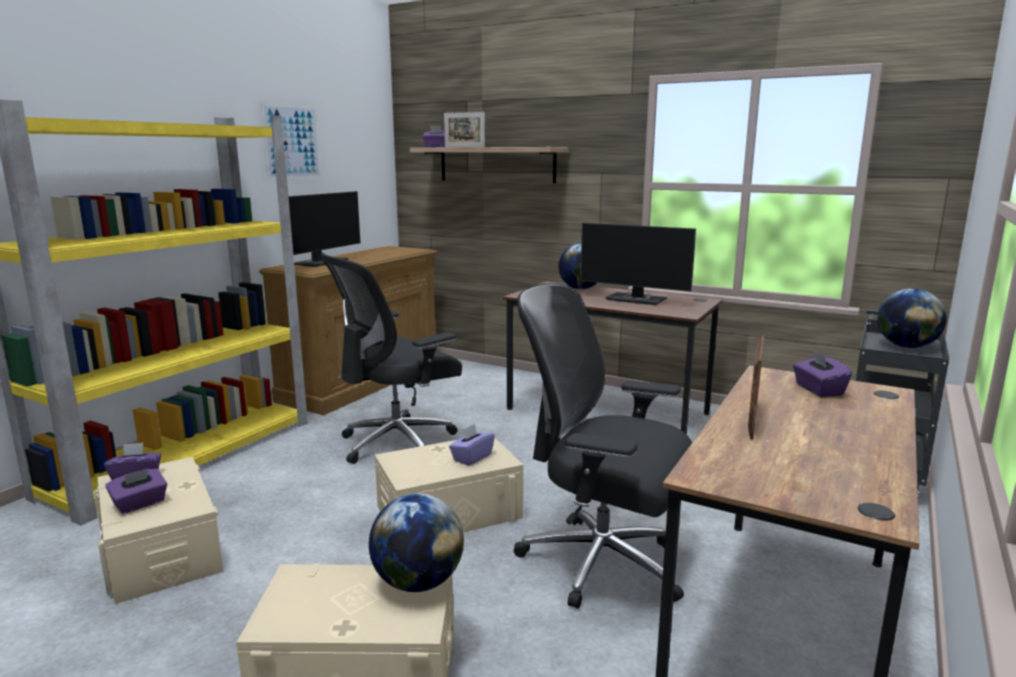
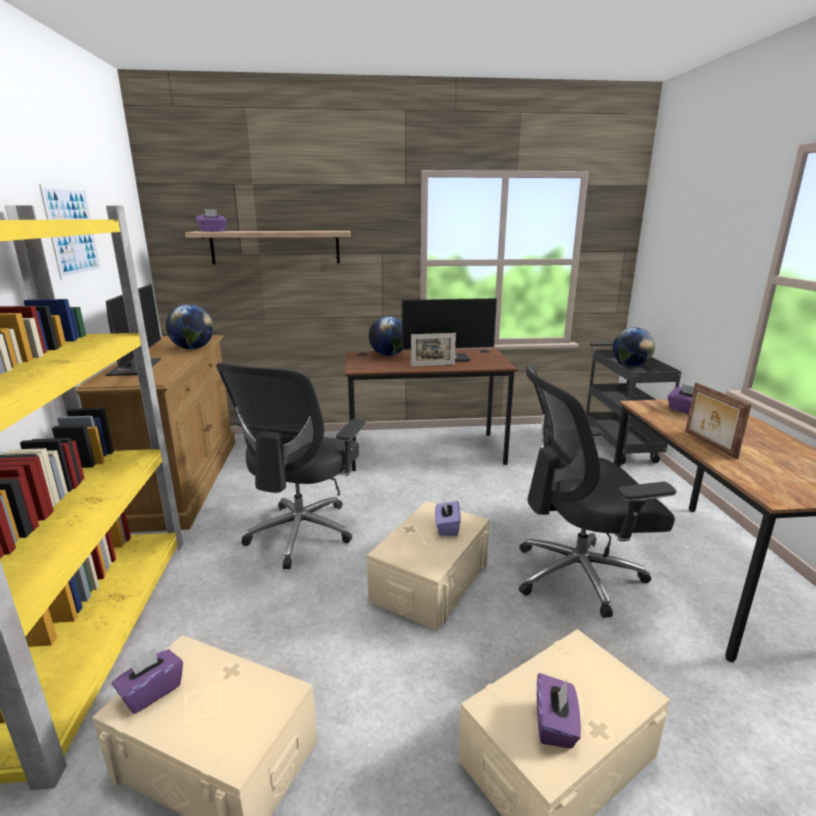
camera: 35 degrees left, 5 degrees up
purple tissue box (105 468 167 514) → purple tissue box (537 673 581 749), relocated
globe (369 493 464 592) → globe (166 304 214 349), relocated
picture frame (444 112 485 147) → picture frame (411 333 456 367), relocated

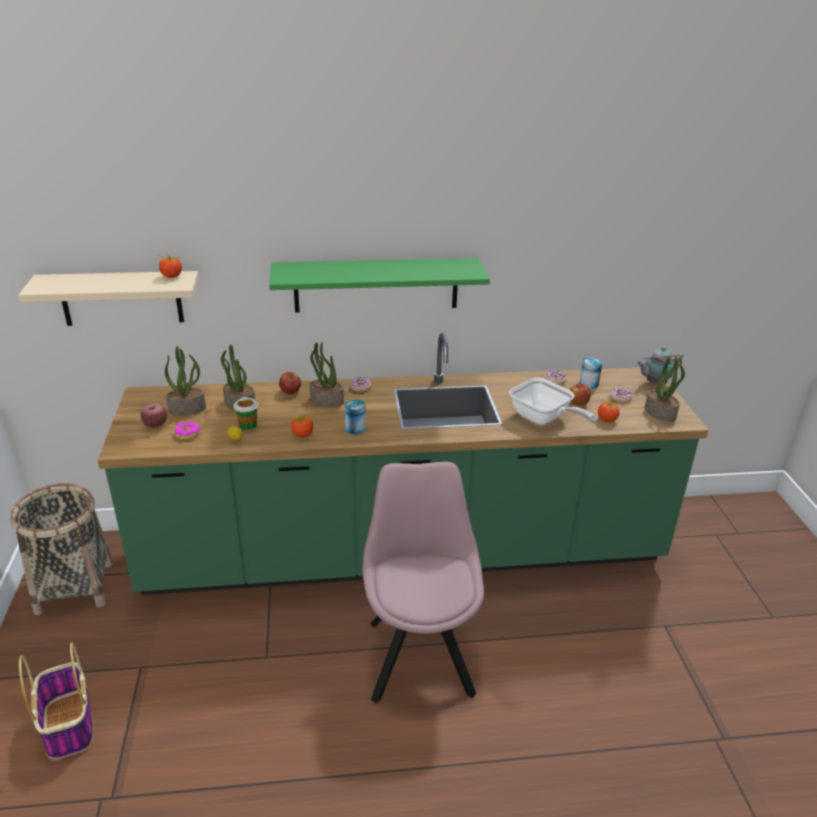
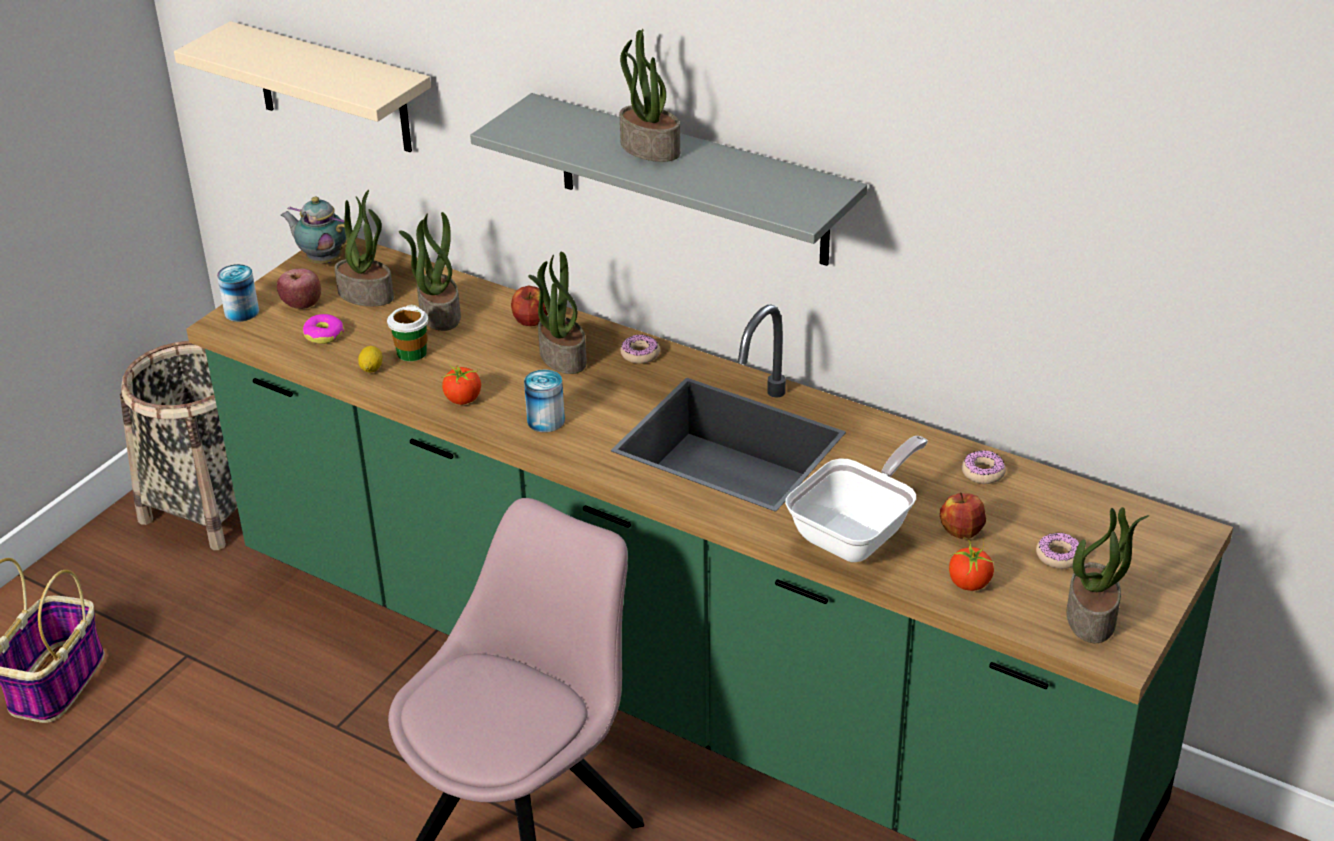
camera: 40 degrees right, 5 degrees up
tomato (159 256 182 278) → -
- → potted plant (619 29 680 162)
can (580 357 602 389) → can (217 264 259 322), relocated
teapot (637 347 682 385) → teapot (281 197 353 263), relocated
green shelf (269 258 490 313) → grey shelf (470 93 867 266)
frying pan (509 378 598 425) → frying pan (785 436 928 562), 135 degrees counterclockwise

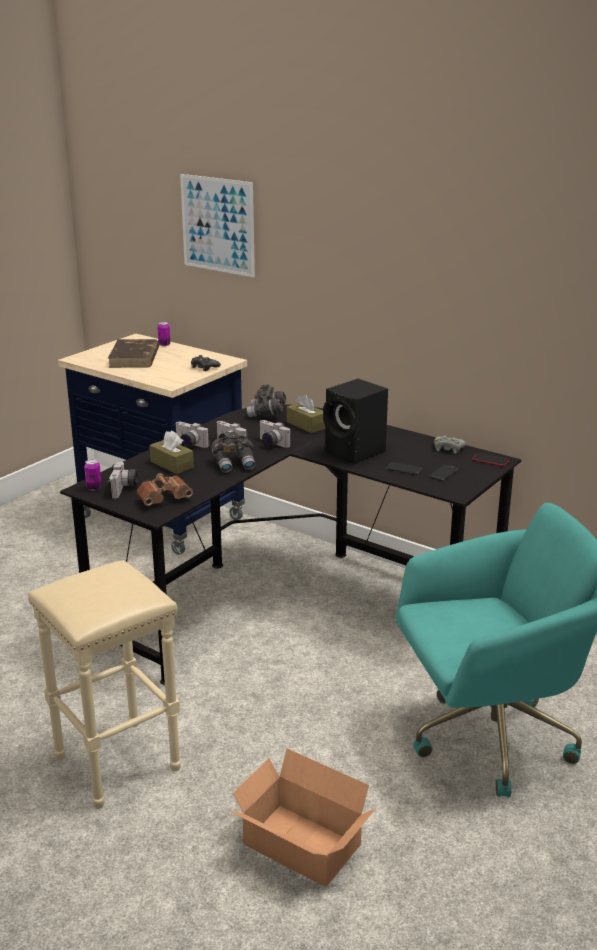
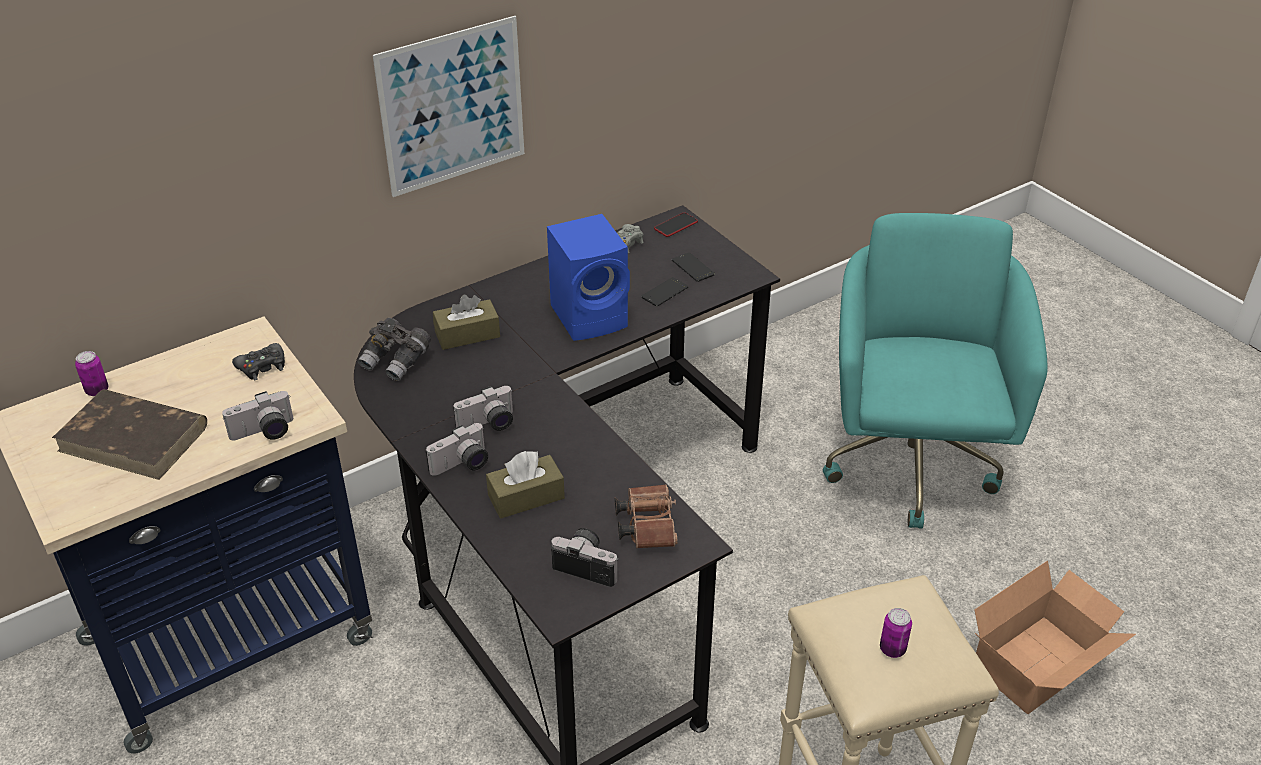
camera: 70 degrees left, 15 degrees up
grey binoculars (211 432 256 473) → -
can (84 459 102 491) → can (880 608 912 658), relocated
picture (180 174 255 277) → picture (373 16 524 197), relocated
photo camera (260 420 291 448) → photo camera (222 391 293 441), relocated
black speaker (323 379 388 464) → blue speaker (547 214 630 341)

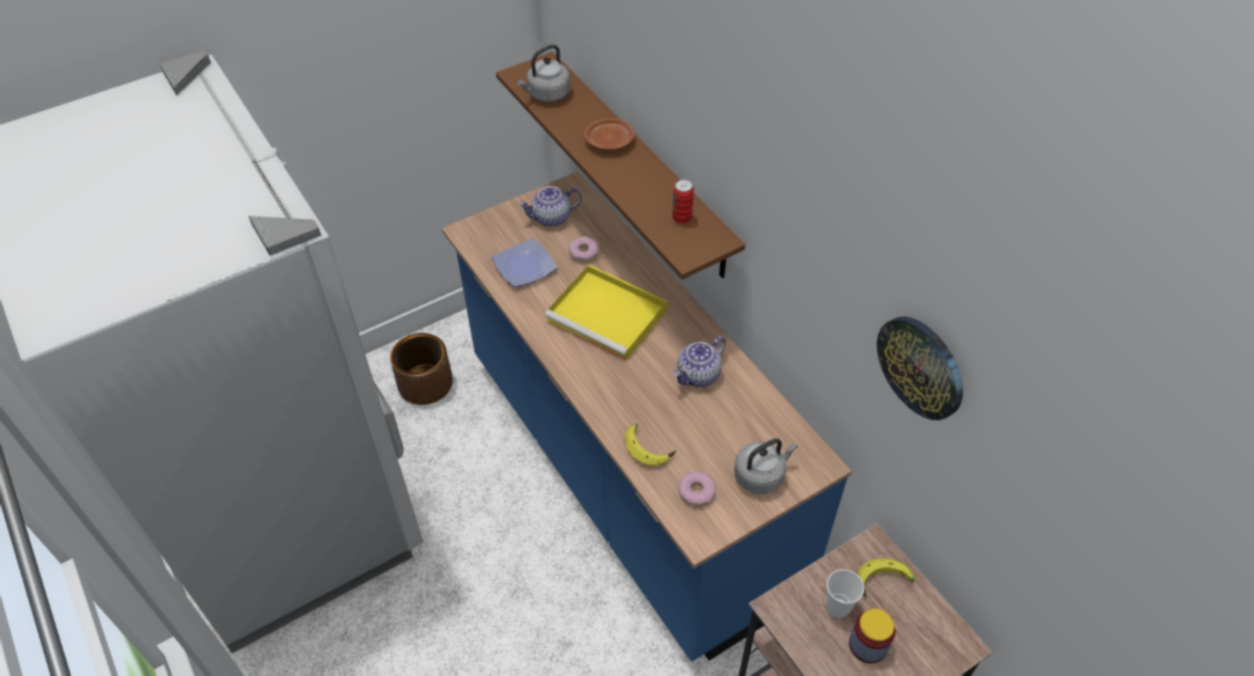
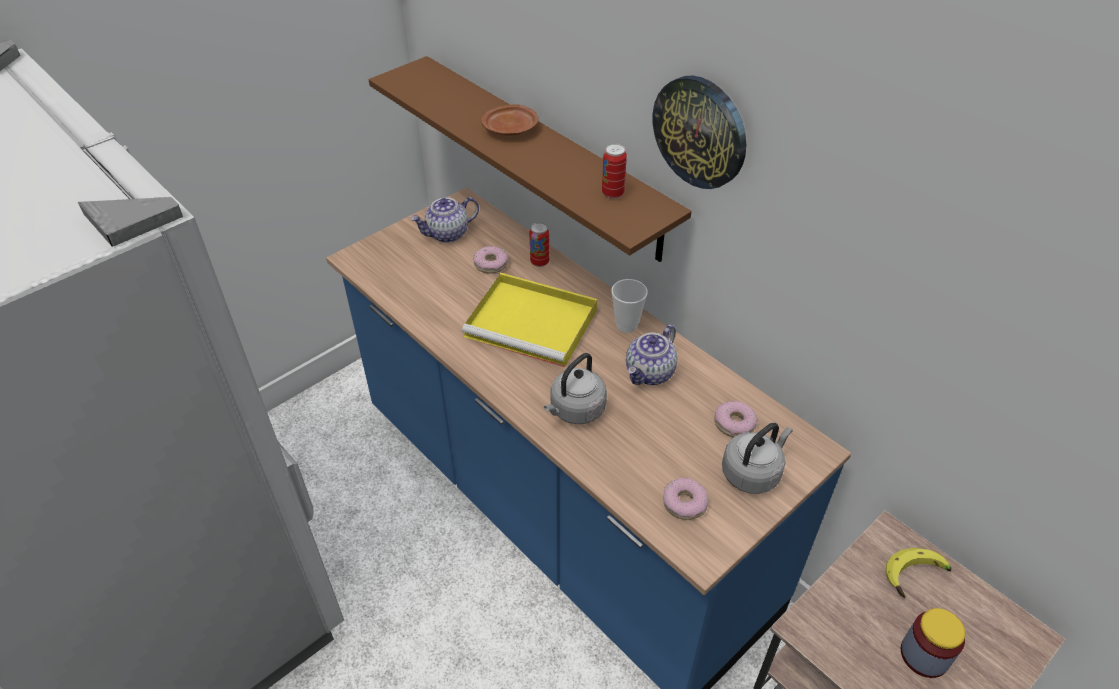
camera: 10 degrees left, 5 degrees down
brown planter (390 333 453 405) → -
plate (491 238 558 287) → -
banana (624 424 676 466) → -
- → can (529 222 549 267)
- → donut (714 401 758 437)
grey kettle (517 44 571 102) → grey kettle (544 353 607 424), relocated
cup (827 569 864 618) → cup (611 279 648 333), relocated
wall clock (877 316 963 420) → wall clock (653 75 746 189), relocated

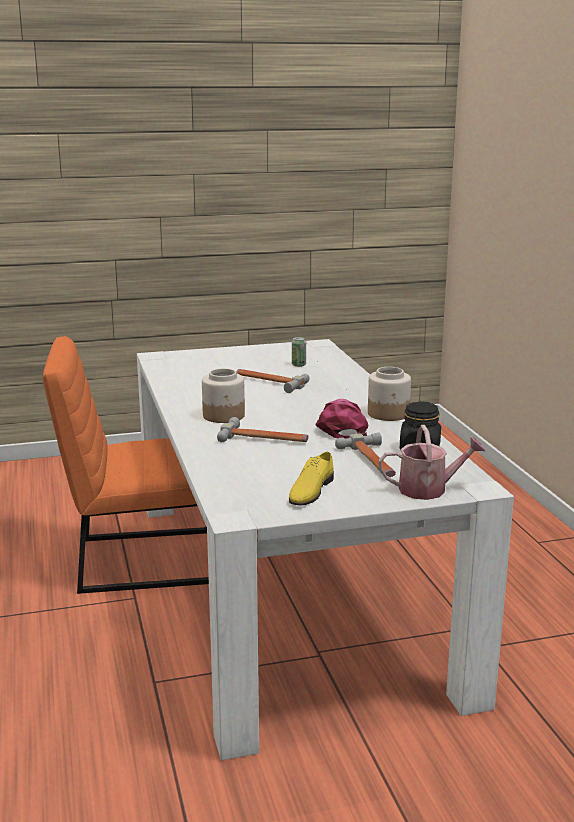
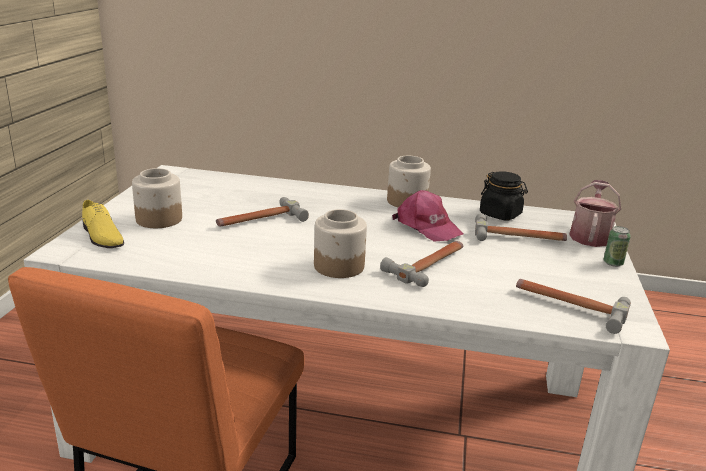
camera: 65 degrees left, 5 degrees up
- → jar (132 168 182 228)
- → hammer (516 279 631 334)
yellow shoe (289 452 334 506) → yellow shoe (82 200 124 248), relocated
can (292 337 306 367) → can (603 226 631 267), relocated
pink cap (316 399 368 439) → pink cap (392 190 463 242), 150 degrees counterclockwise

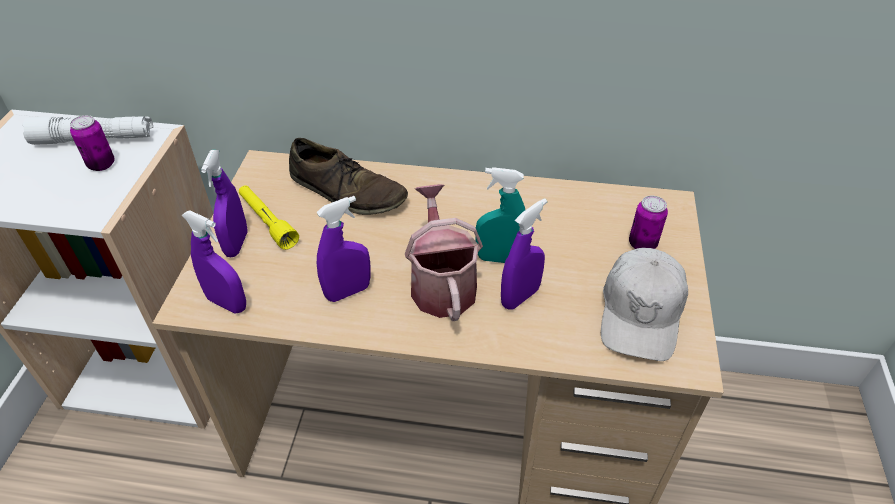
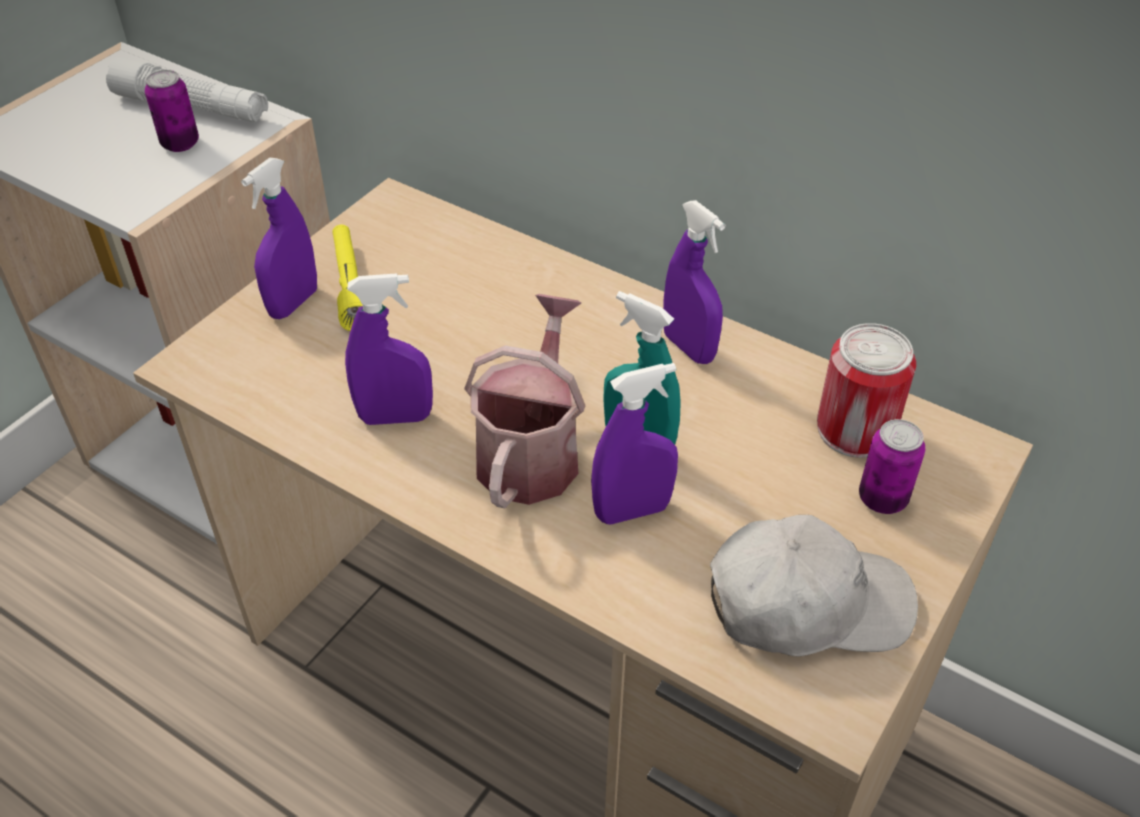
camera: 25 degrees right, 0 degrees up
brown shoe (289 138 408 215) → -
- → can (817 323 916 458)
purple spray bottle (182 210 246 314) → purple spray bottle (663 200 725 364), relocated
white cap (601 248 688 361) → white cap (710 515 918 656), 135 degrees counterclockwise

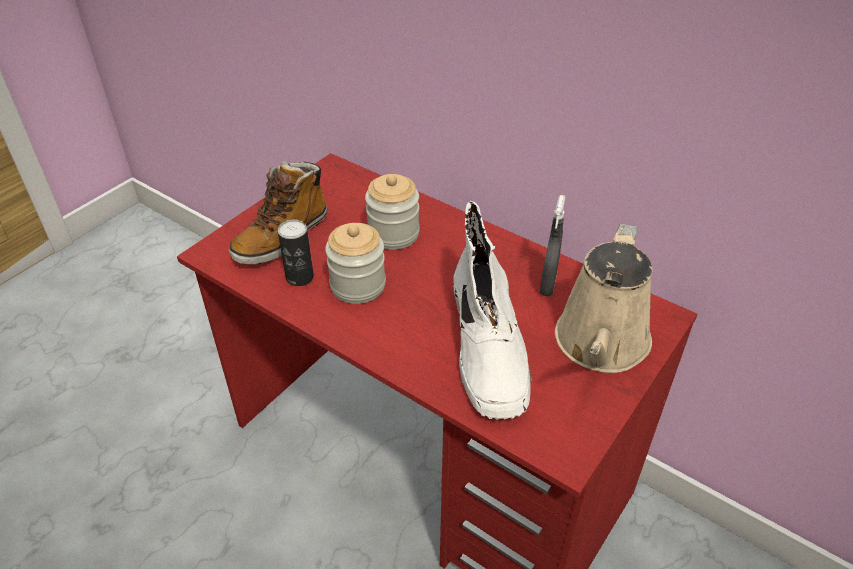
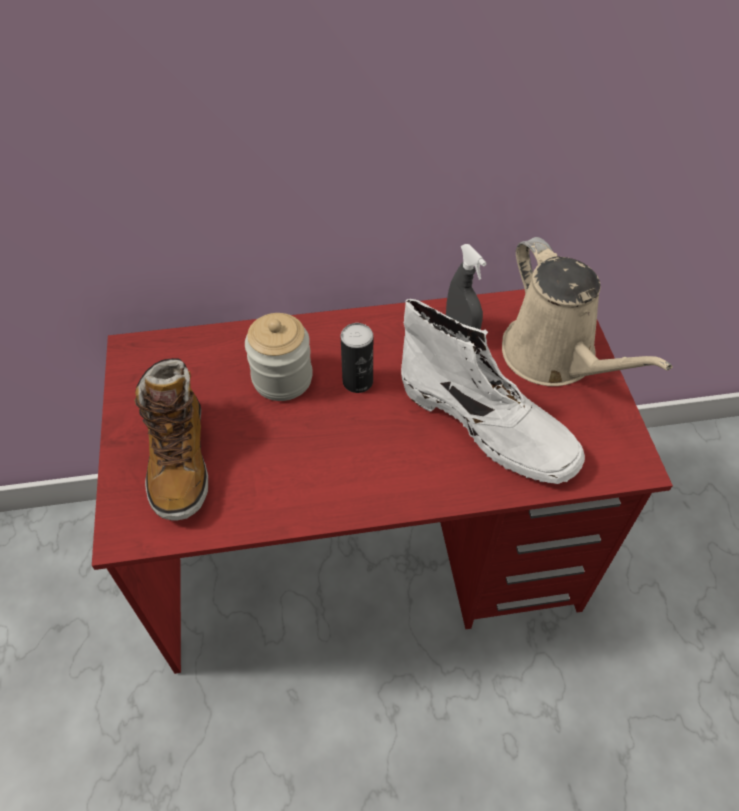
camera: 45 degrees left, 10 degrees up
jar (325 223 386 304) → -
can (278 219 314 286) → can (341 323 373 393), relocated

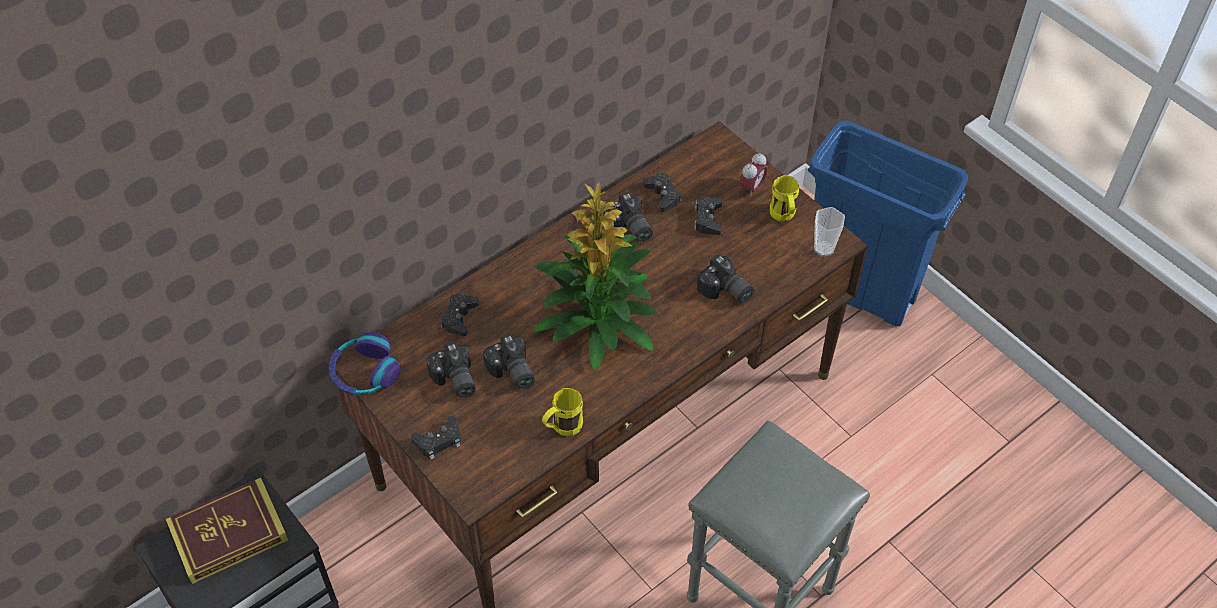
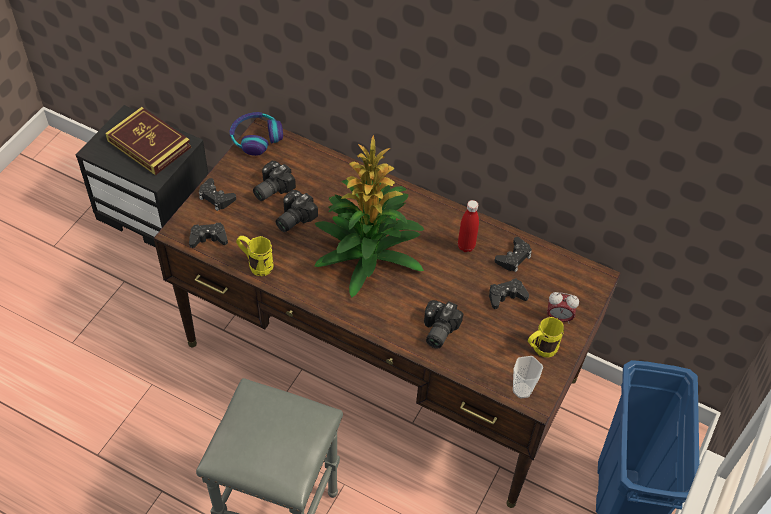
camera: 65 degrees right, 0 degrees up
black game controller (441 294 479 337) → black game controller (189 223 228 248), relocated
photo camera (603 192 653 242) → red bottle (458 200 479 252)

